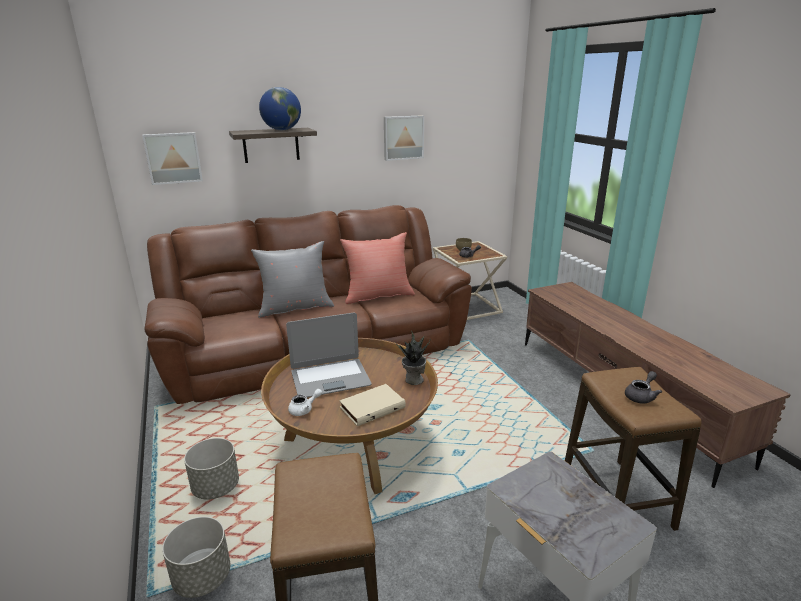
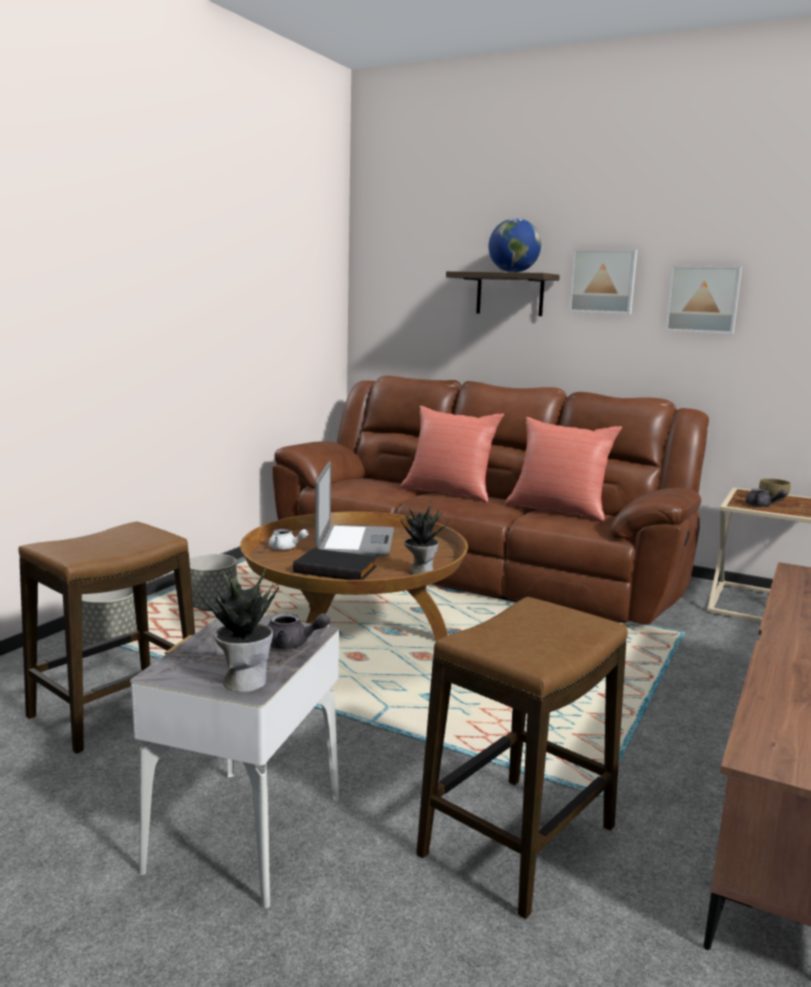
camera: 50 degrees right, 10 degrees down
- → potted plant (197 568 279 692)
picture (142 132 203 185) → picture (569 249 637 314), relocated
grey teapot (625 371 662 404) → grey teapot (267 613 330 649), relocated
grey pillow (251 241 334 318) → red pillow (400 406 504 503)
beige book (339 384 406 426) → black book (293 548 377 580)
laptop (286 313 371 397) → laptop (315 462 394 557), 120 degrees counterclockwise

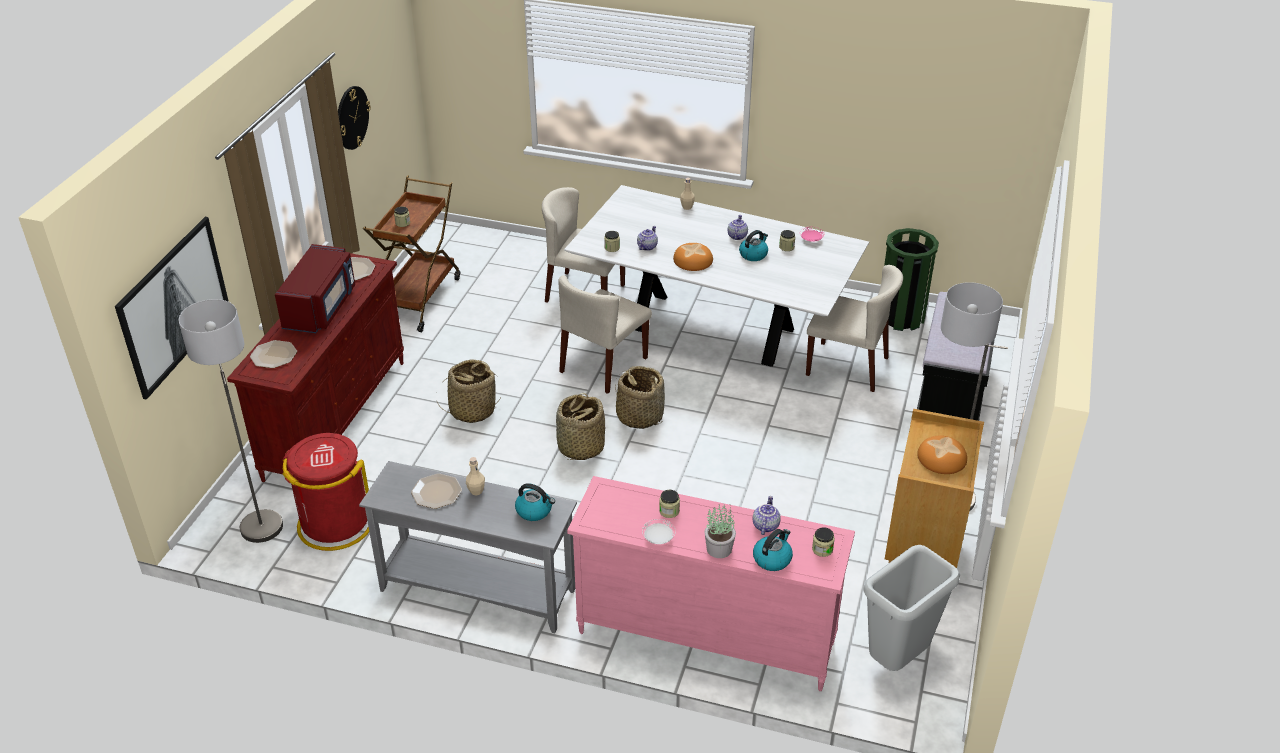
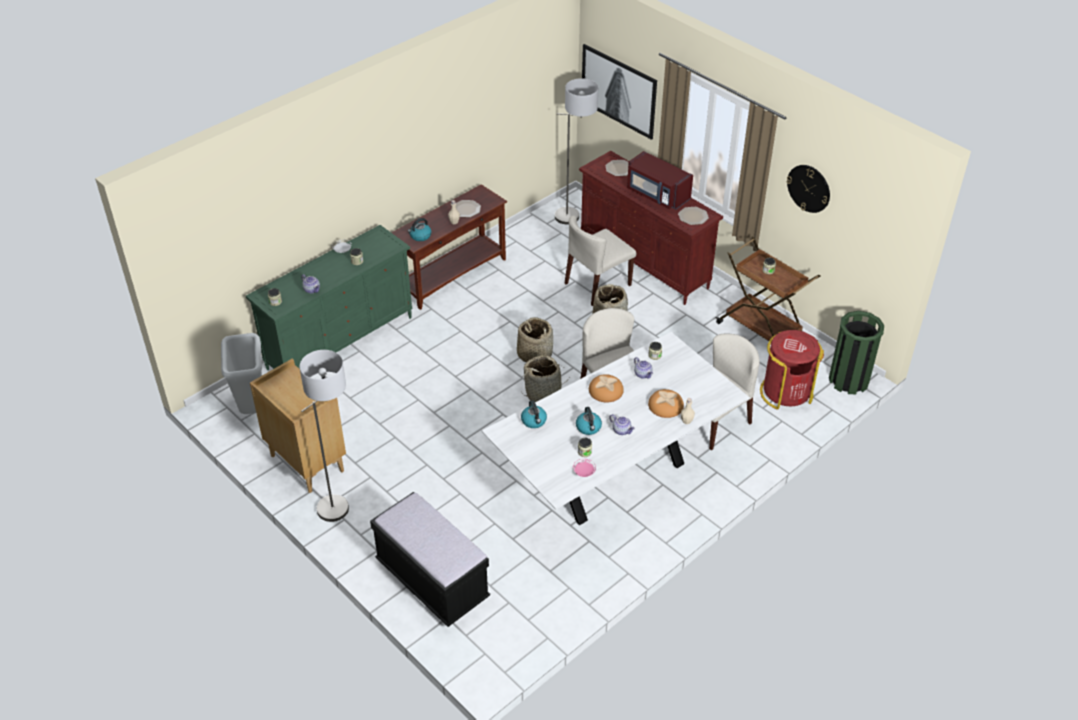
camera: 120 degrees right, 5 degrees up
potted plant (705 504 736 558) → -
red trash can (283 433 369 551) → red trash can (760 330 824 410), relocated
kettle (753 529 793 571) → kettle (521 400 547 428), relocated
beige chair (806 265 903 392) → beige chair (565 215 636 306), relocated
green trash can (884 228 939 331) → green trash can (829 311 884 394), relocated
bread (917 435 967 474) → bread (648 389 684 418), relocated
grey console table (359 461 577 633) → brown console table (391 184 507 310)
pink dresser (567 476 855 691) → green dresser (246 225 412 370)

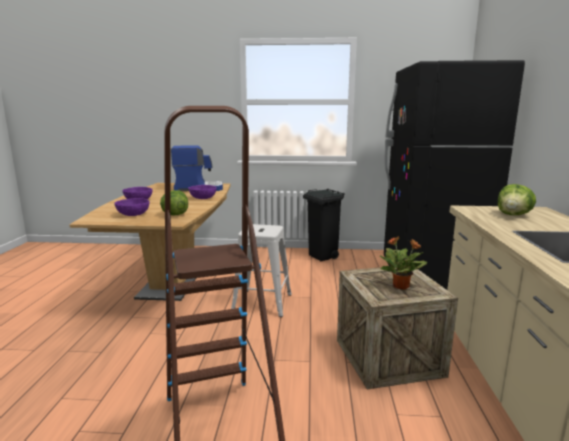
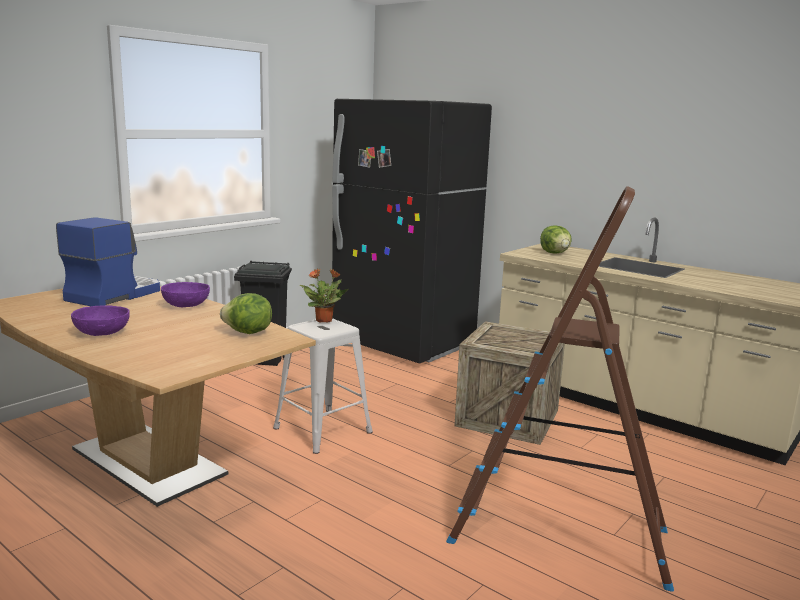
camera: 55 degrees left, 0 degrees up
purple bowl (114 198 150 216) → -
potted plant (380 236 427 290) → potted plant (300 269 349 323), relocated

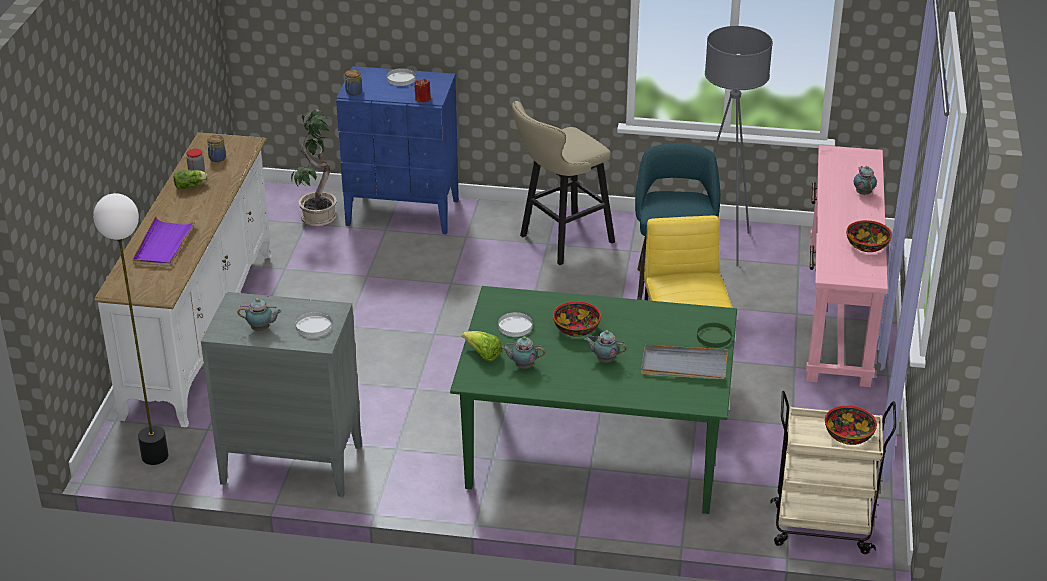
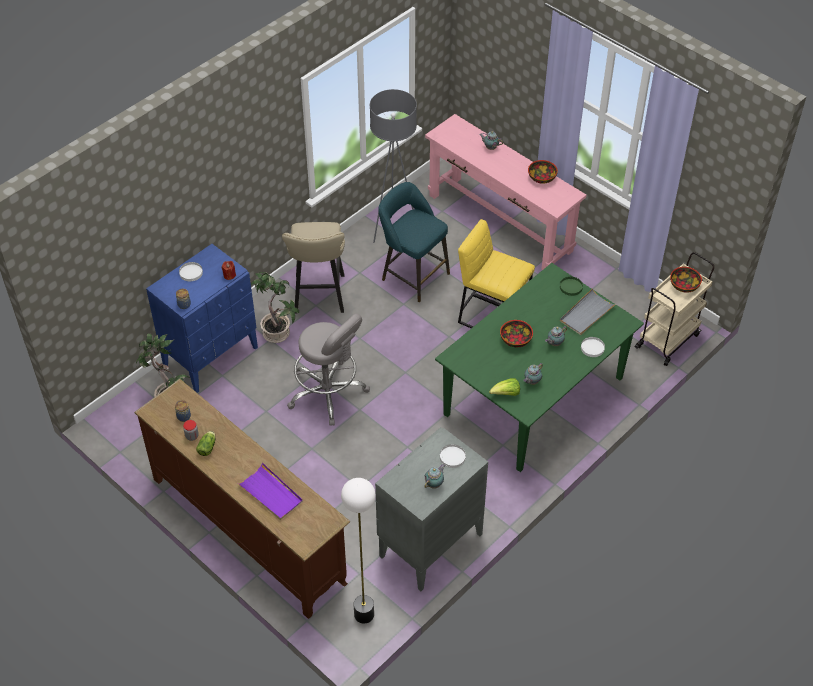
camera: 55 degrees left, 15 degrees up
- → potted plant (251 272 299 343)
- → grey stool (287 313 370 426)
white plate (498 312 532 337) → white plate (581 337 605 357), relocated
white cabinet (94 133 272 427) → brown cabinet (134 379 350 619)

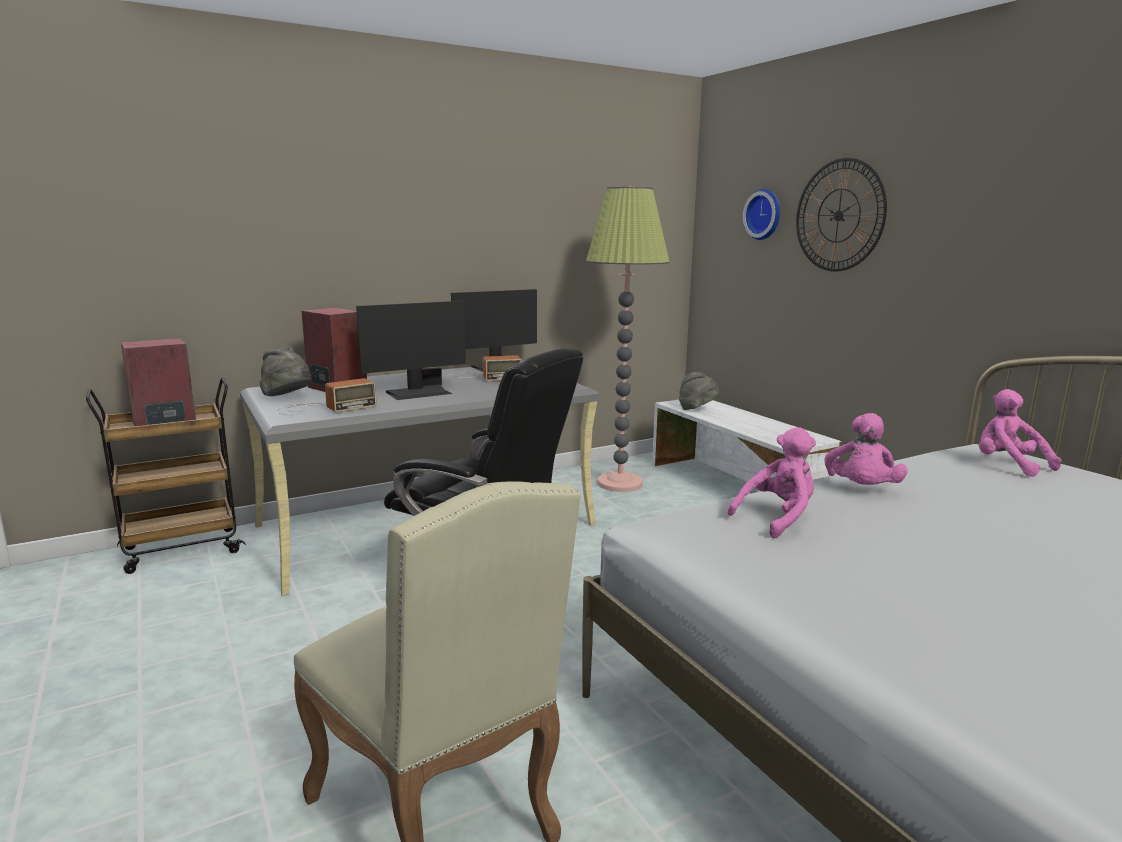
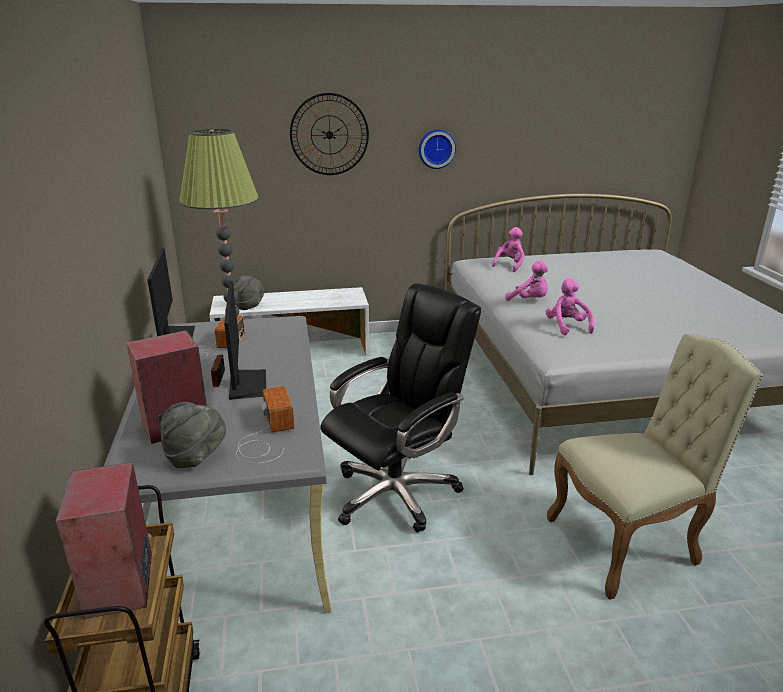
camera: 70 degrees left, 10 degrees up
wall clock (743 189 780 240) → wall clock (419 129 456 169), relocated
pink plush toy (979 389 1061 477) → pink plush toy (492 227 525 272), 135 degrees clockwise

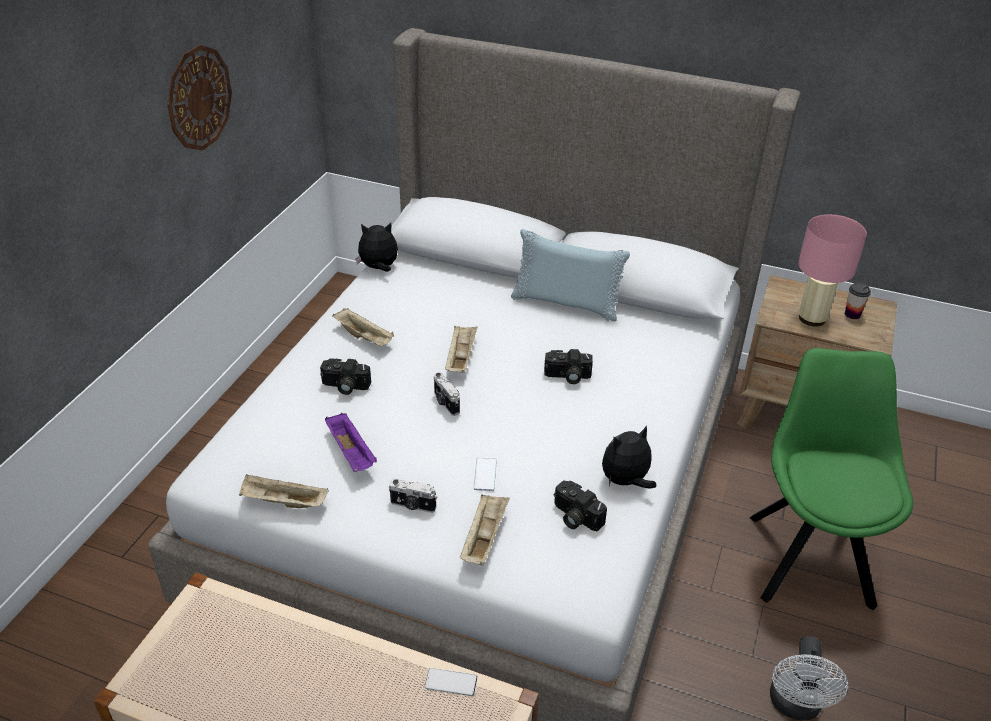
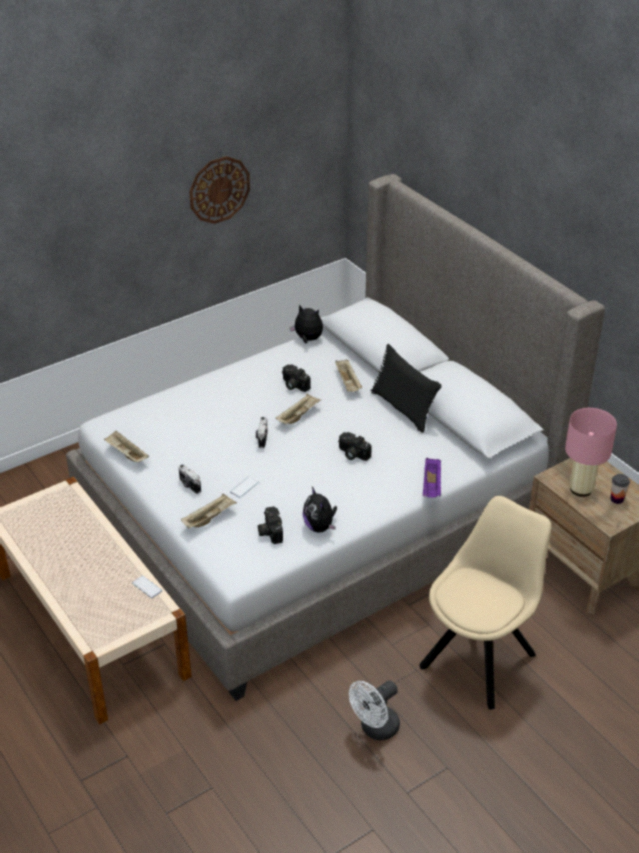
camera: 35 degrees right, 0 degrees up
photo camera (320 358 371 395) → photo camera (282 365 311 392), relocated
purple tray (325 413 377 472) → purple tray (423 458 441 498), relocated
beige tray (332 308 394 346) → beige tray (335 360 362 392), relocated
blue pillow (511 229 630 321) → black pillow (370 344 441 433)
green chair (750 348 913 610) → beige chair (419 496 552 709)
plush toy (602 426 656 489) → plush toy (303 487 337 533), 120 degrees counterclockwise

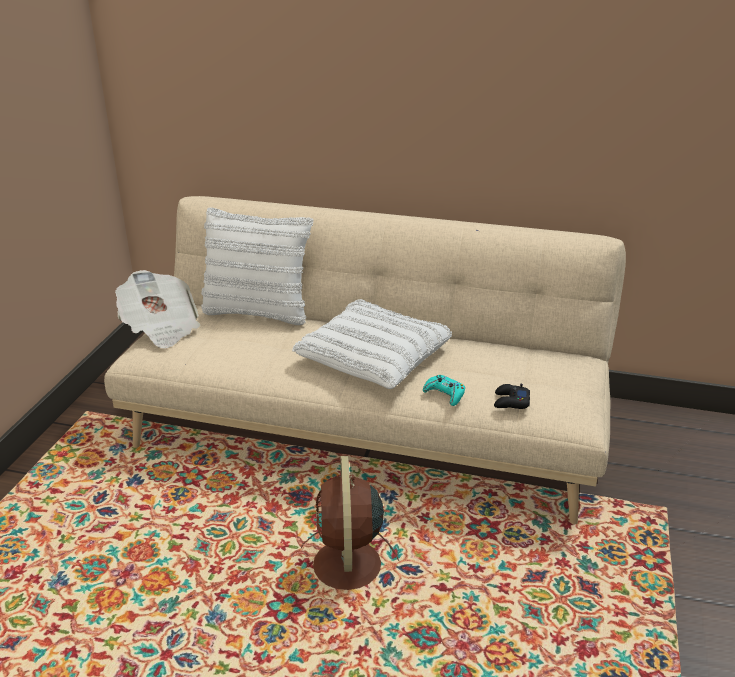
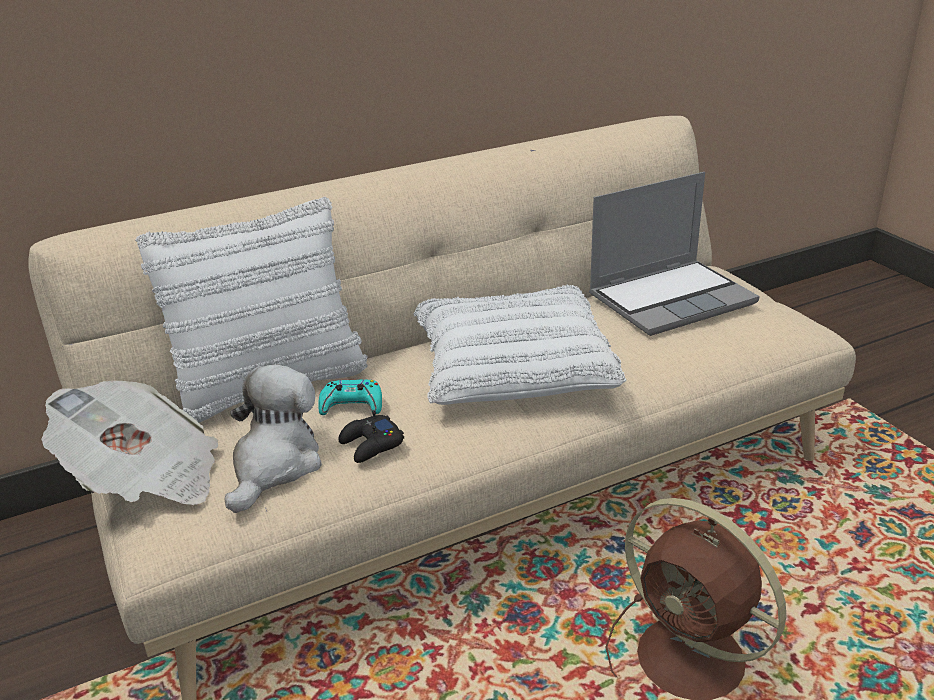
camera: 40 degrees left, 0 degrees up
- → plush toy (224 365 322 513)
- → laptop (589 172 759 336)
turquoise game controller (423 375 465 406) → turquoise game controller (318 379 382 415), relocated
black game controller (494 384 530 409) → black game controller (339 411 404 463), relocated

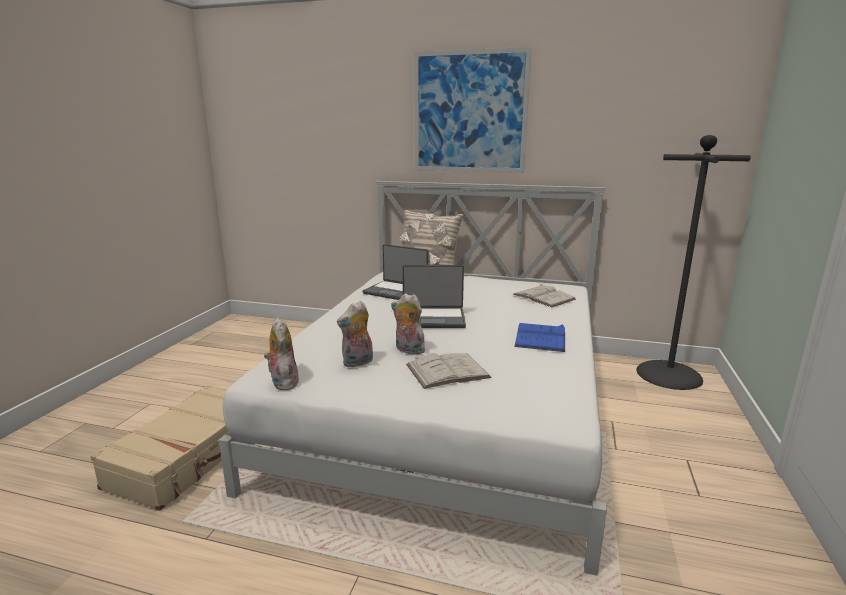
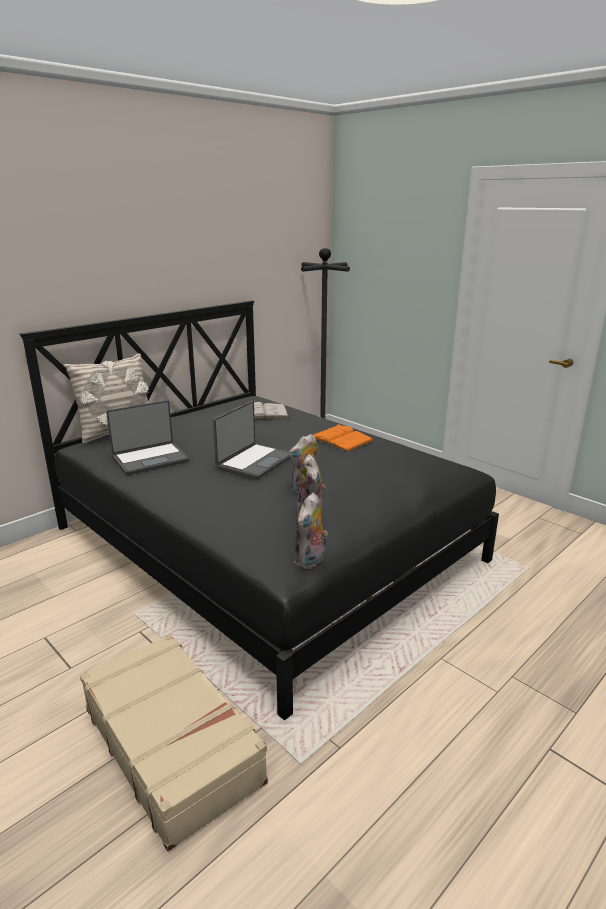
camera: 60 degrees left, 5 degrees up
white book (406 353 492 389) → -
picture (414 47 532 173) → -
white bed (219 181 607 576) → black bed (19 300 499 720)
blue book (514 323 565 352) → orange book (313 424 374 452)
plush toy (264 318 299 390) → plush toy (294 493 328 570), 75 degrees counterclockwise

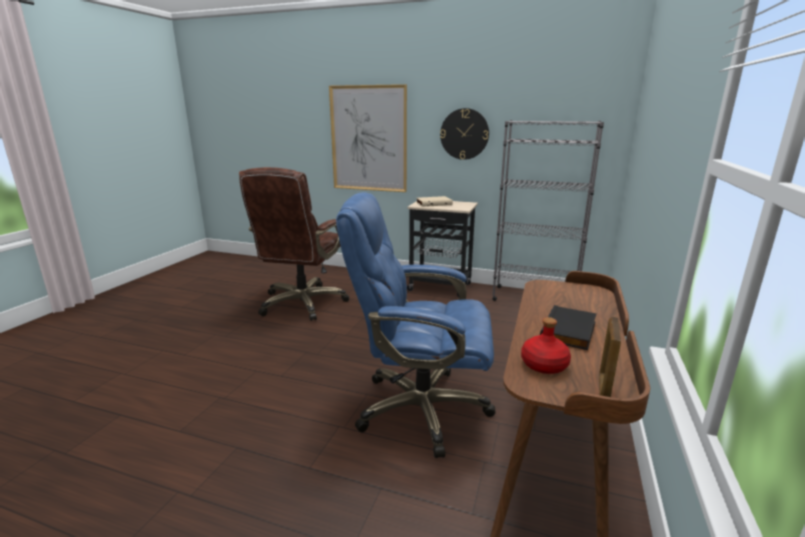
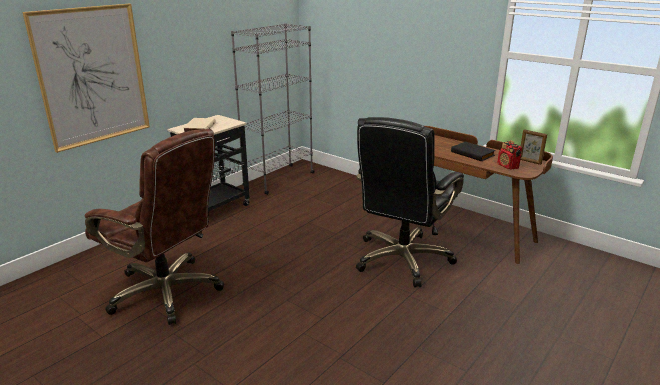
camera: 70 degrees left, 5 degrees up
wall clock (440 108 489 160) → -
red bottle (521 317 571 374) → radio (497 140 522 170)
blue office chair (336 192 496 458) → black office chair (356 117 464 288)

